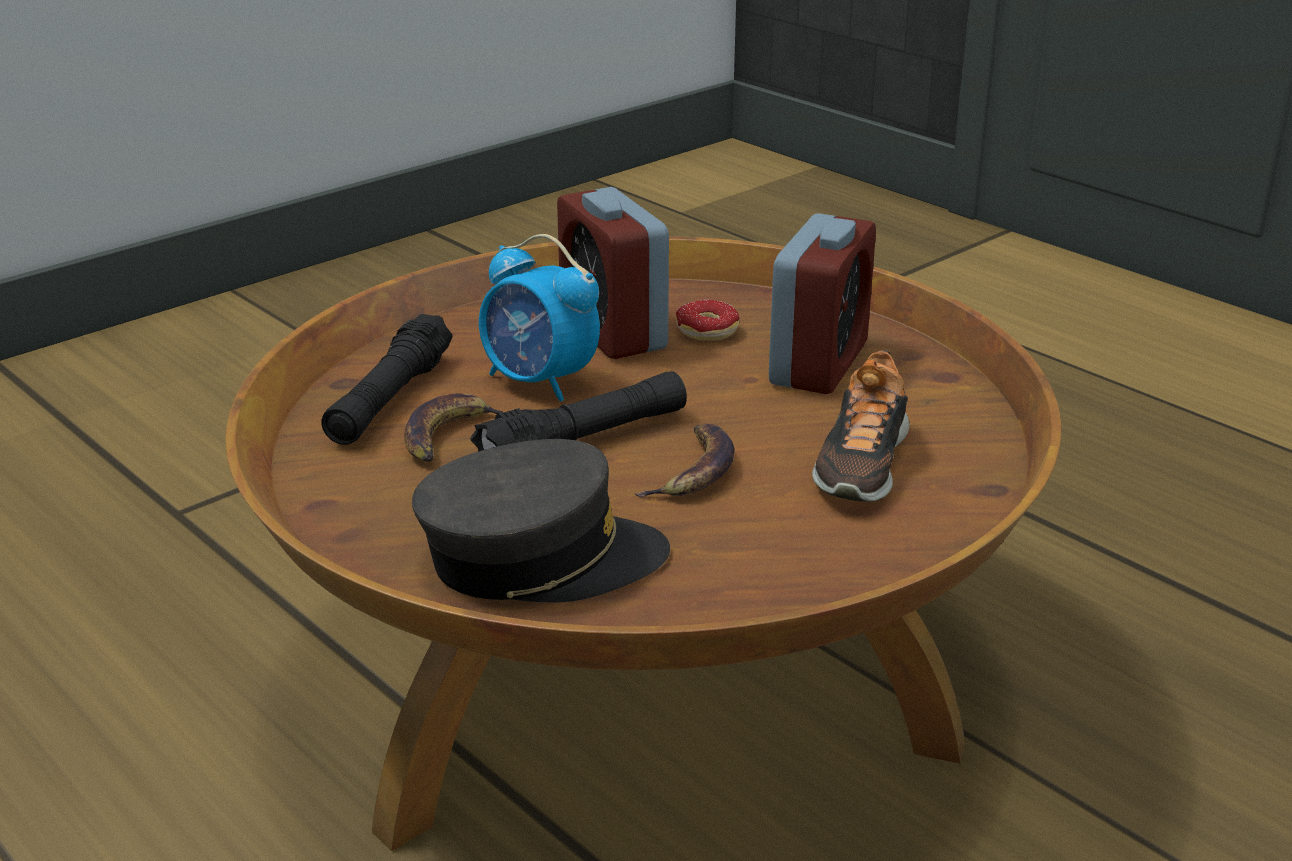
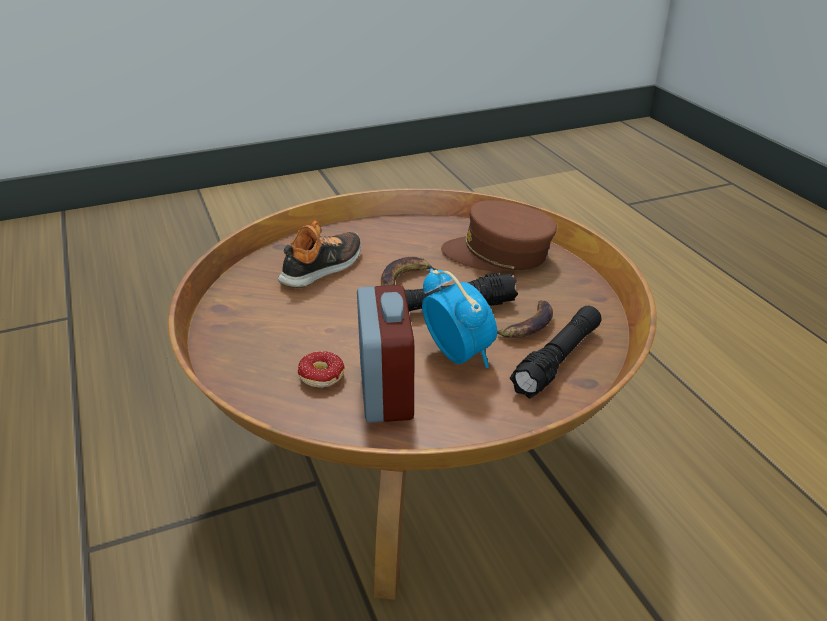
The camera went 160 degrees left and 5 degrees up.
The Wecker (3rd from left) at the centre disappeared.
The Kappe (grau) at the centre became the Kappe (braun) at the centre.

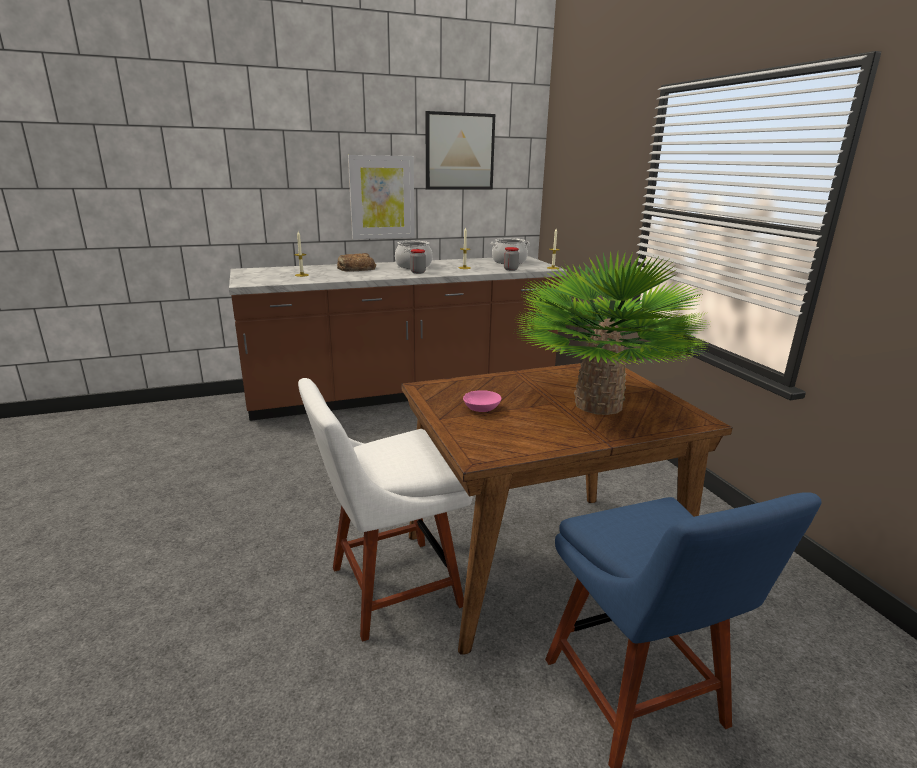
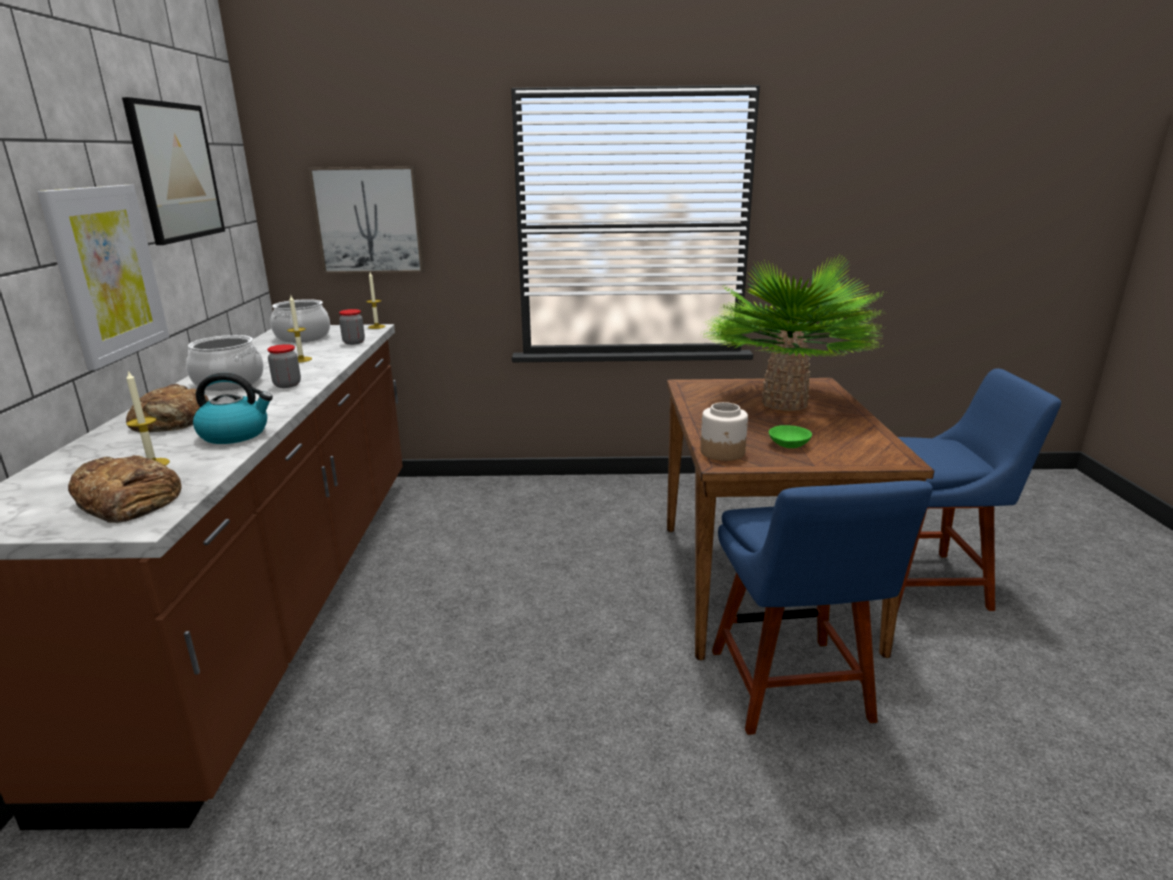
The camera went 70 degrees left and 0 degrees up.
The Stuhl (weiß) at the centre became the Stuhl (blau) (1st from left) at the bottom right.
The Schüssel (rosa) at the centre became the Schüssel (grün) at the middle right.
The Bild (3rd from left) at the top left appeared.
The Wasserkessel at the middle left appeared.
The Vorratsglas (3rd from left) at the centre appeared.
The Brot (1st from left) at the middle left appeared.

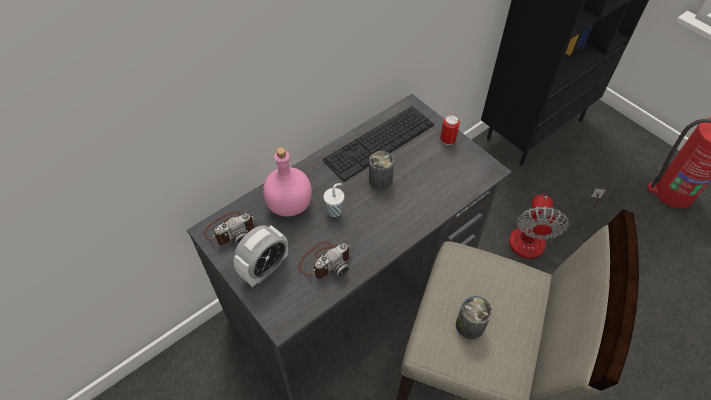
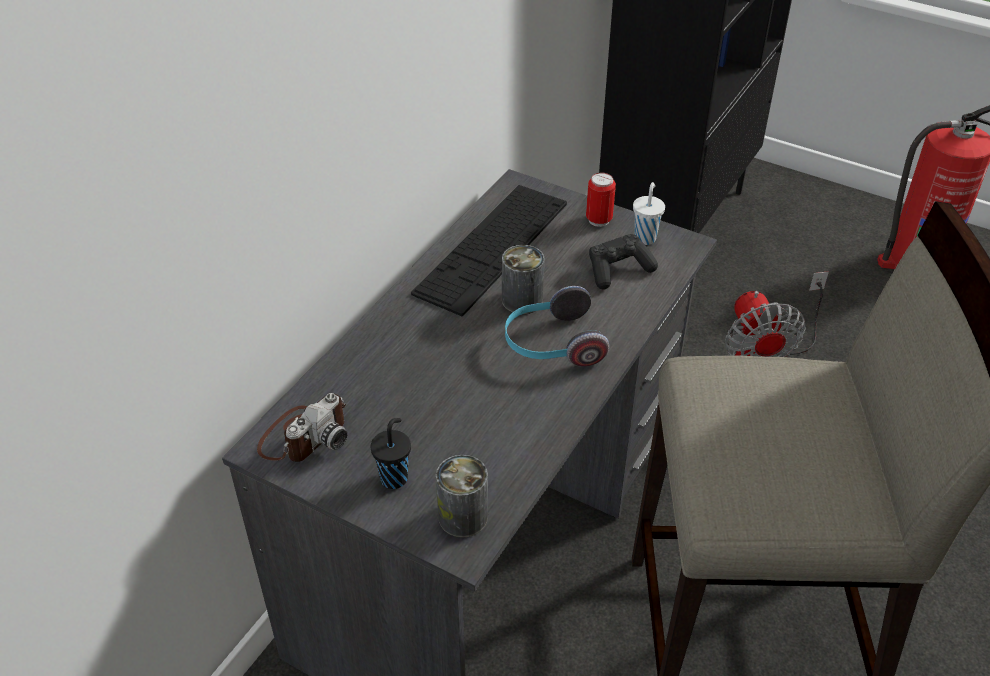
The camera went 20 degrees left and 10 degrees down.
The Flasche (rosa) at the centre disappeared.
The Tasse (weiß) moved from the centre to the top centre.
The Wecker at the centre was replaced by the Tasse (schwarz) at the bottom centre.
The Kamera (2nd from left) at the centre disappeared.
The Dose (3rd from left in the first image) moved from the bottom right to the bottom centre.
The Gamepad (schwarz) at the centre appeared.
The Kopfhörer at the centre appeared.

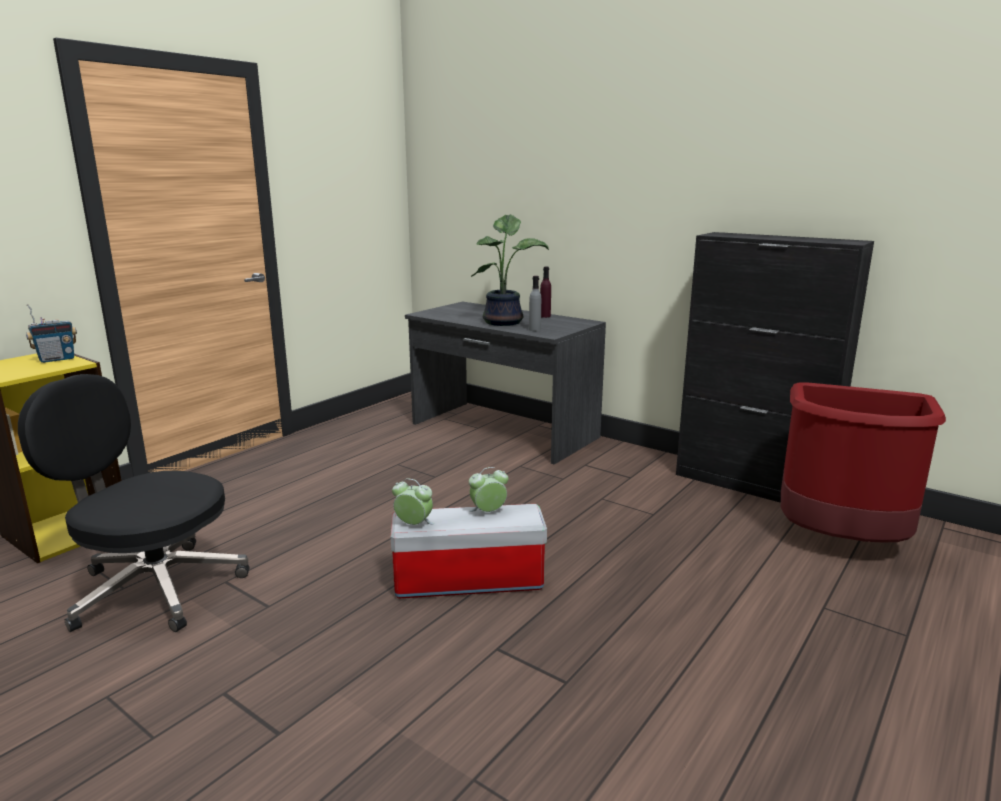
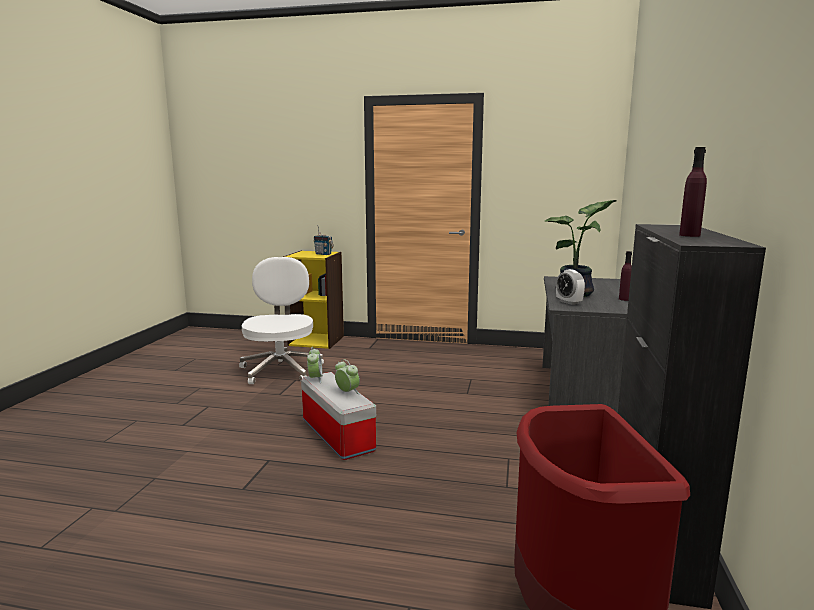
The camera went 65 degrees right and 5 degrees down.
The Flasche (grau) at the centre was replaced by the Wecker (3rd from left) at the middle right.
The Bürostuhl (schwarz) at the middle left became the Bürostuhl (weiß) at the centre.
The Flasche (lila) (2nd from left) at the top right appeared.

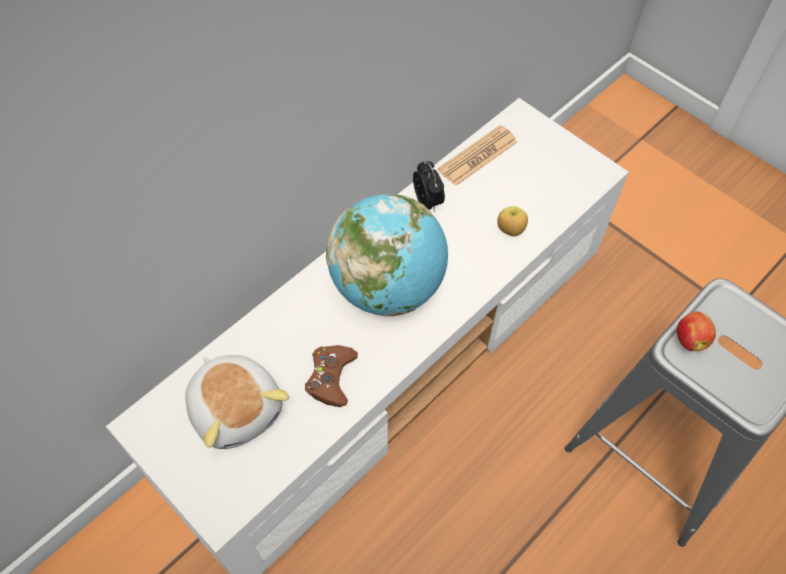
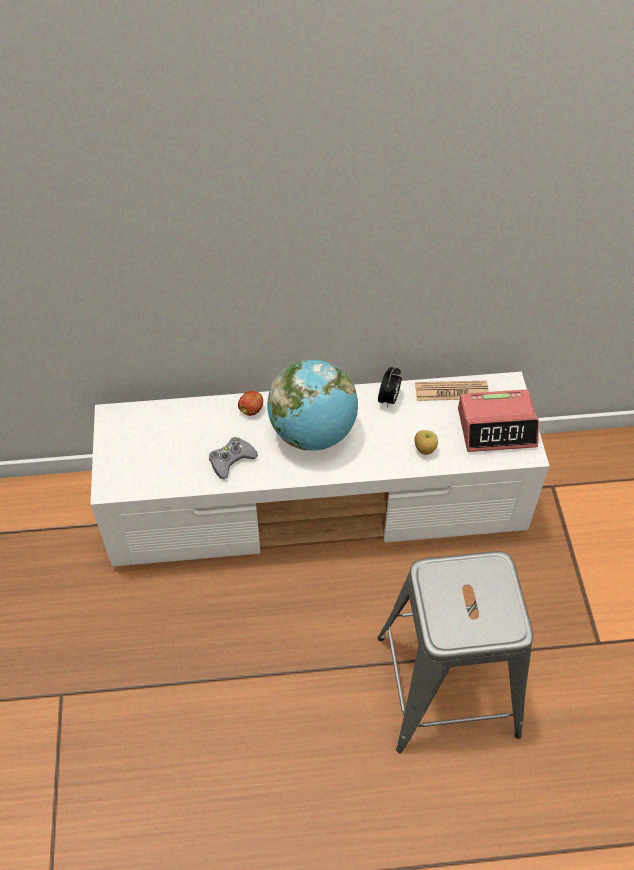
The camera went 40 degrees right and 5 degrees down.
The Apfel (2nd from left in the first image) moved from the middle right to the centre.
The Gamepad (braun) at the centre became the Gamepad (grau) at the centre.
The Plüschtier at the bottom left disappeared.
The Wecker (2nd from left) at the middle right appeared.

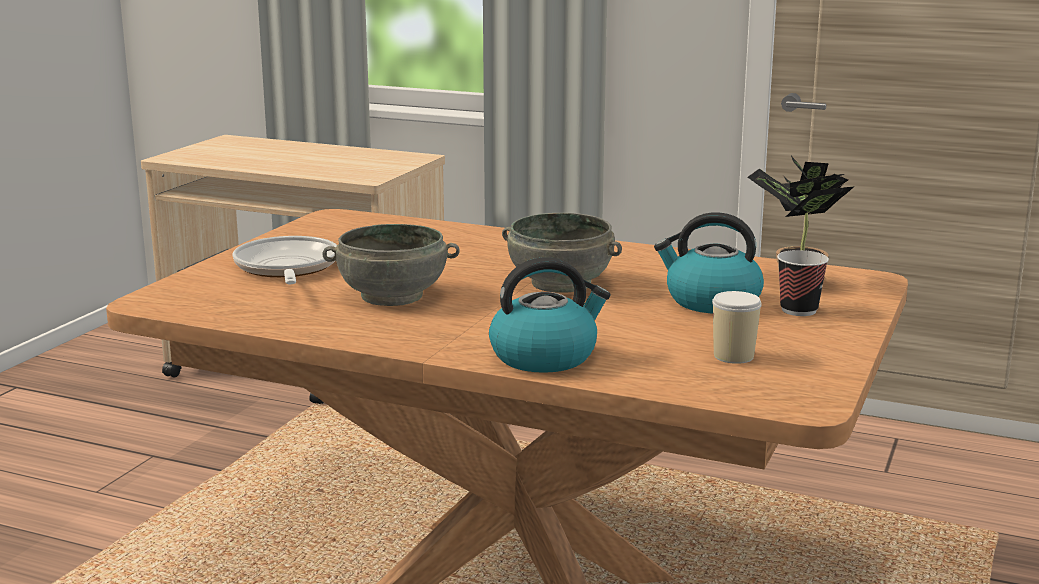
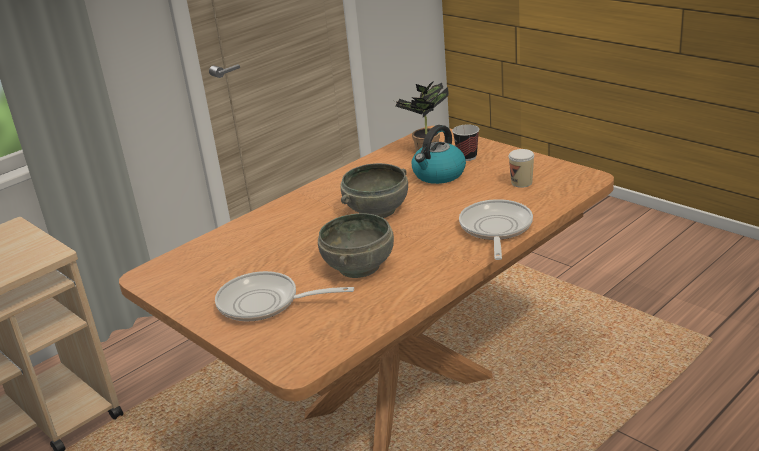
The camera went 65 degrees left and 10 degrees up.
The Wasserkessel (1st from left) at the centre was replaced by the Pfanne (2nd from left) at the centre.

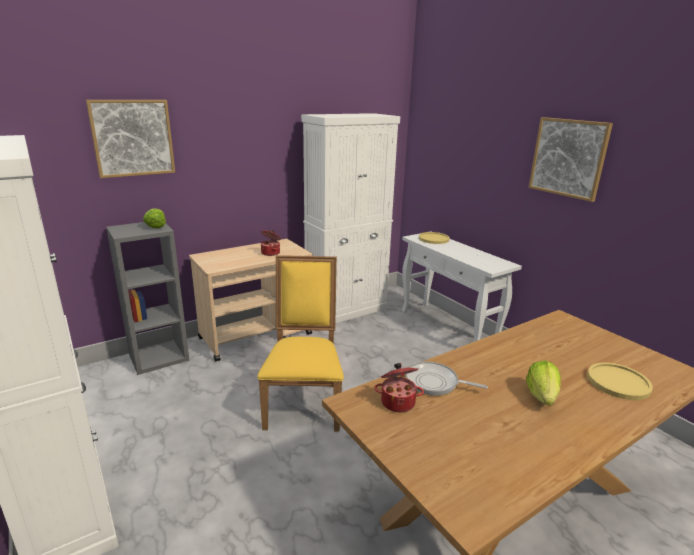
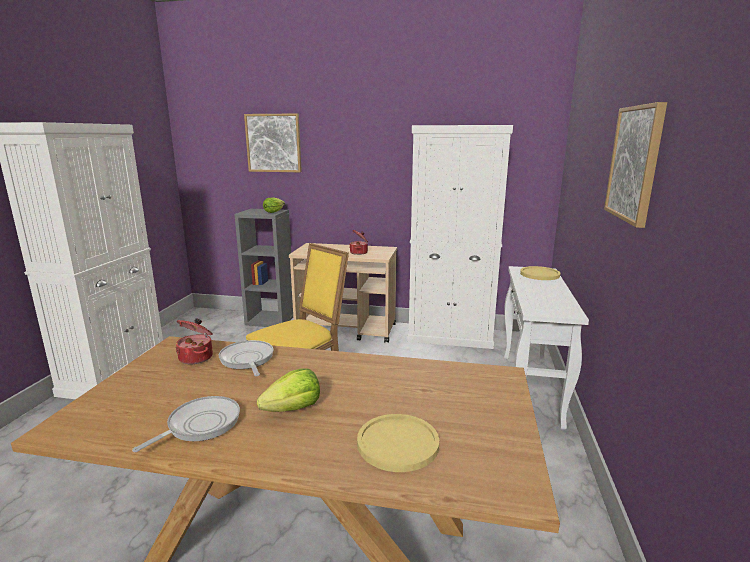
The camera went 45 degrees right and 5 degrees down.
The Pfanne (1st from left) at the bottom left appeared.

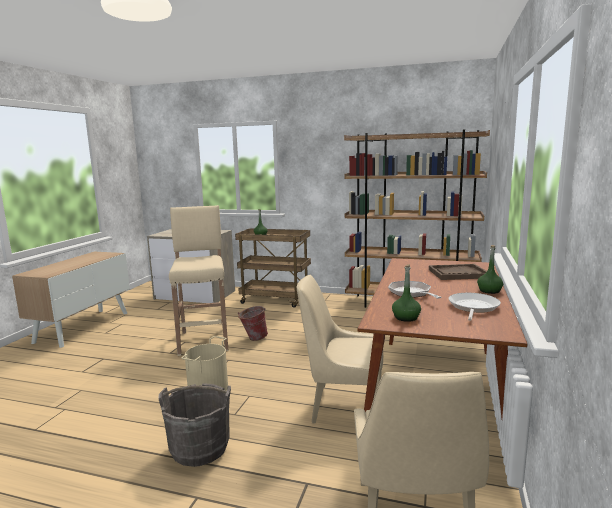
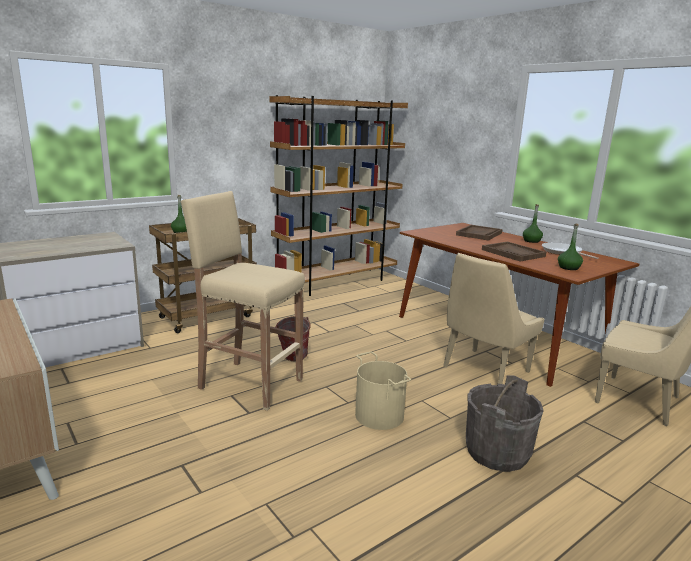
The camera went 55 degrees left and 5 degrees up.
The Pfanne (1st from left) at the middle right was replaced by the Tablett (braun) (2nd from left) at the middle right.

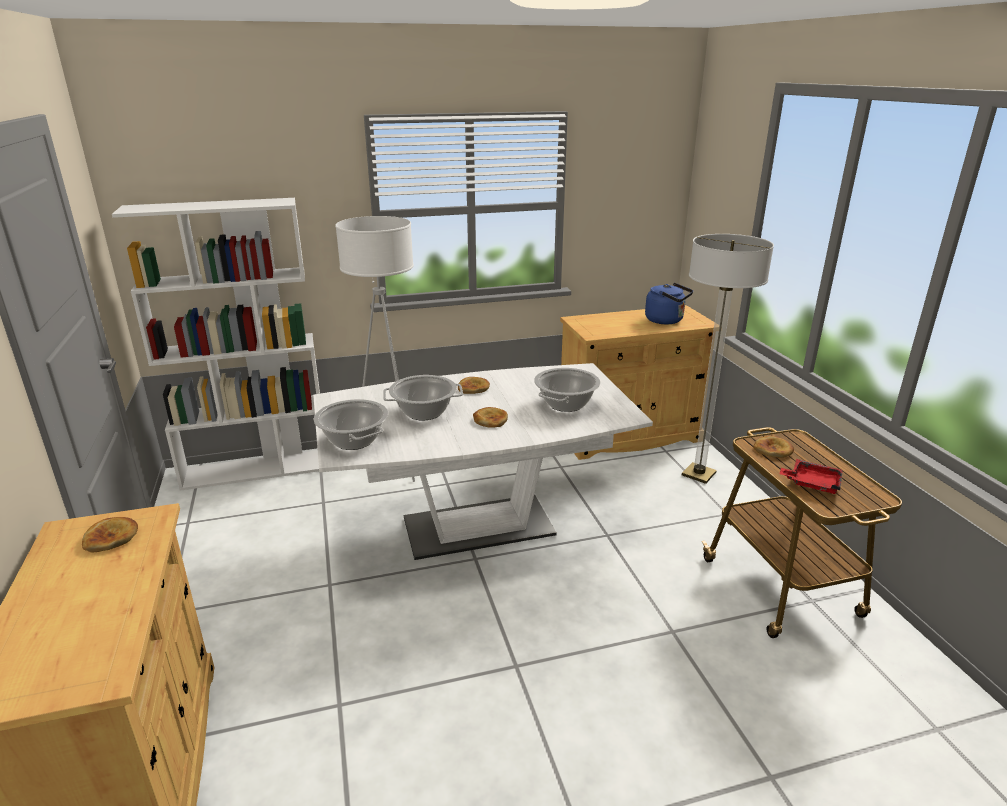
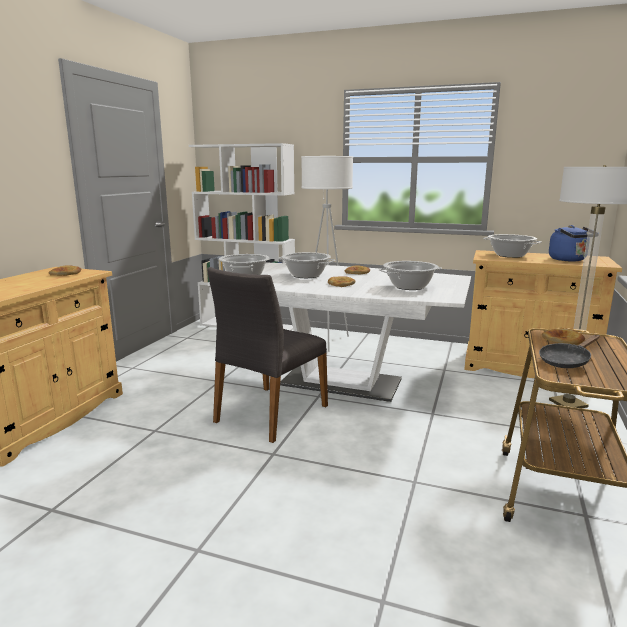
The camera went 35 degrees right and 10 degrees down.
The Tablett (rot) at the middle right was replaced by the Pfanne (schwarz) at the middle right.
The Kochtopf (4th from left) at the middle right appeared.
The Stuhl (grau) at the centre appeared.

